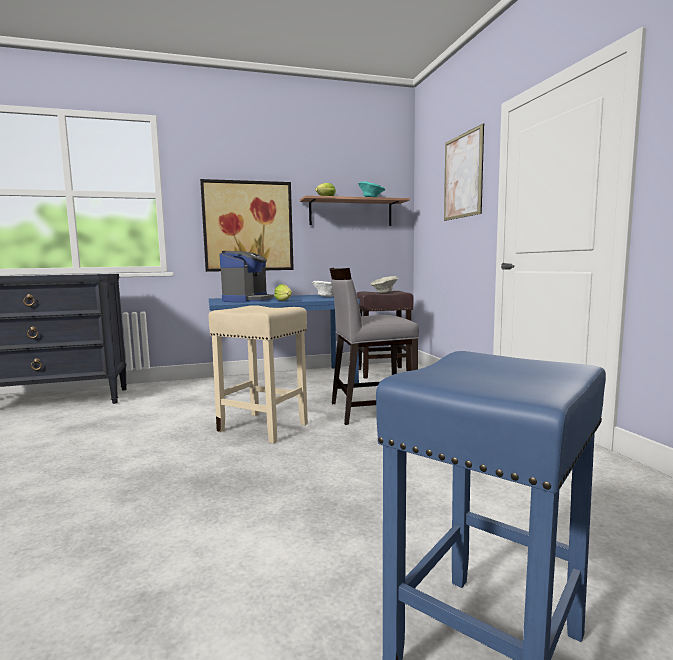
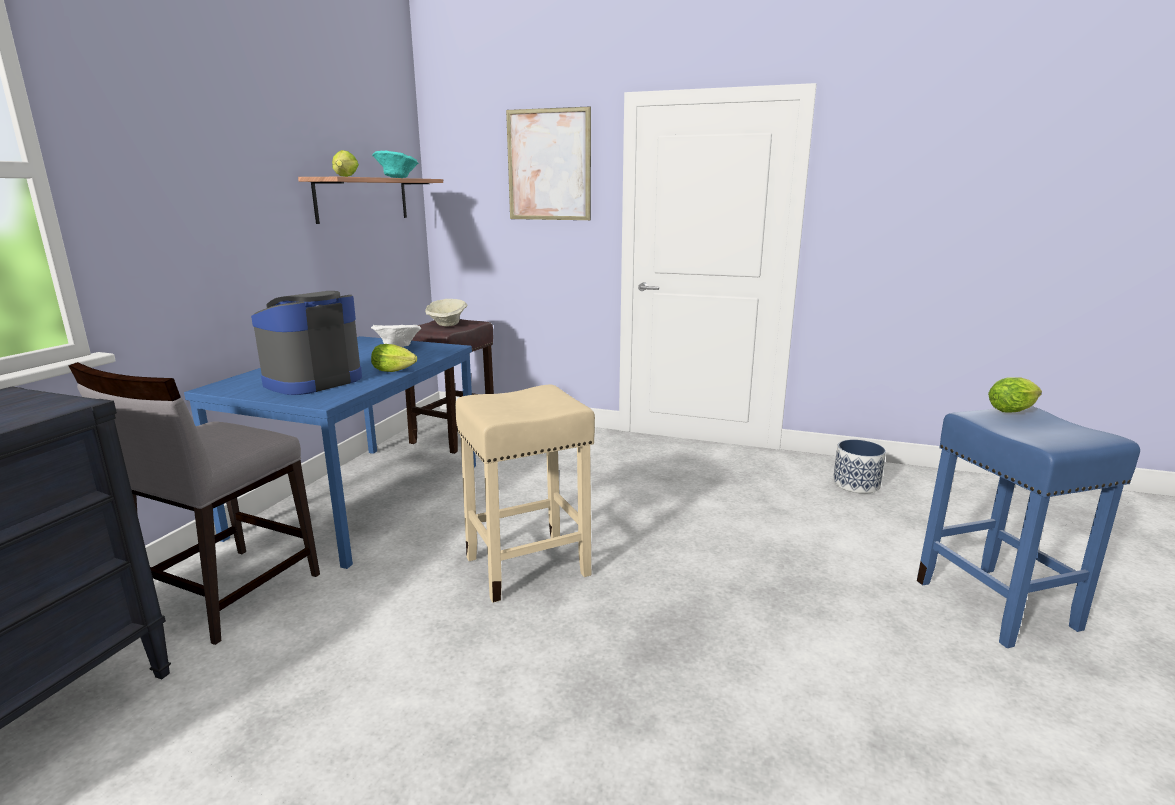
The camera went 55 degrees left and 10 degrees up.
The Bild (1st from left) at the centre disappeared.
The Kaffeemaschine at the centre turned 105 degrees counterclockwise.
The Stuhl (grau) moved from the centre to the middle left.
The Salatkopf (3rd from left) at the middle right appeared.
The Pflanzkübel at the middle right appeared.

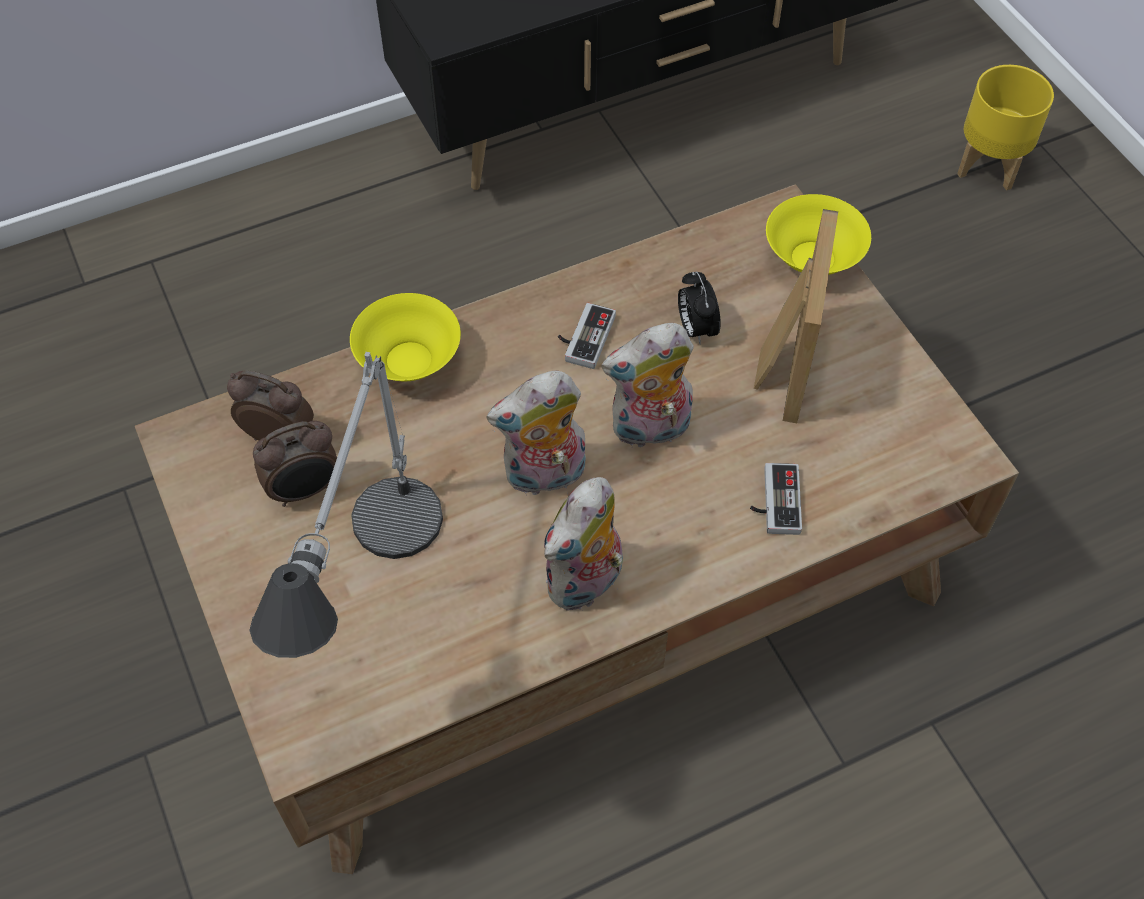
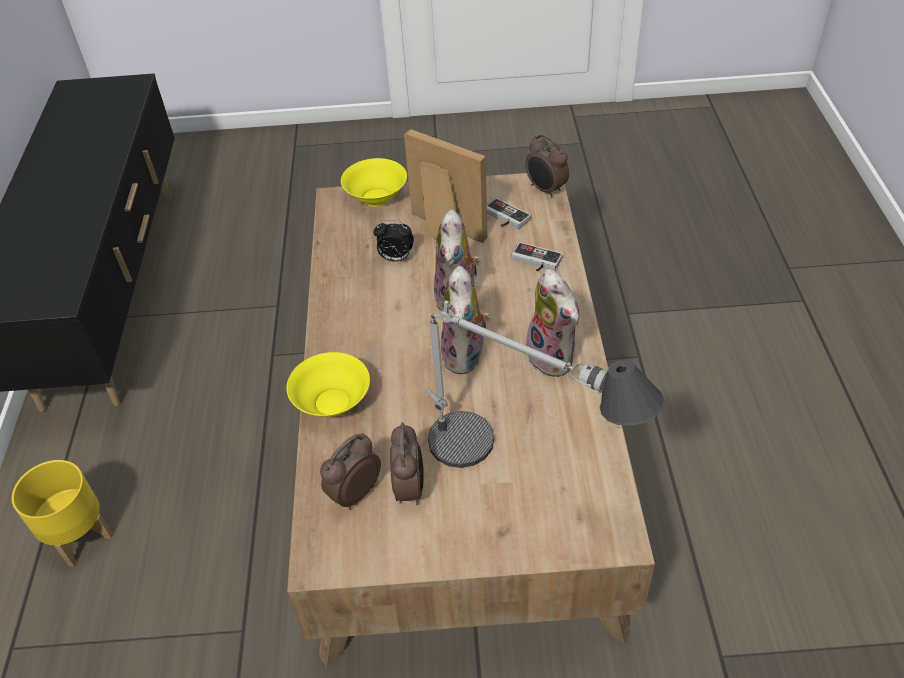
The camera went 65 degrees left and 10 degrees down.
The Pflanzkübel (gelb) moved from the top right to the bottom left.
The Gamepad (1st from left) moved from the centre to the top centre.
The Wecker (4th from left) at the top centre appeared.

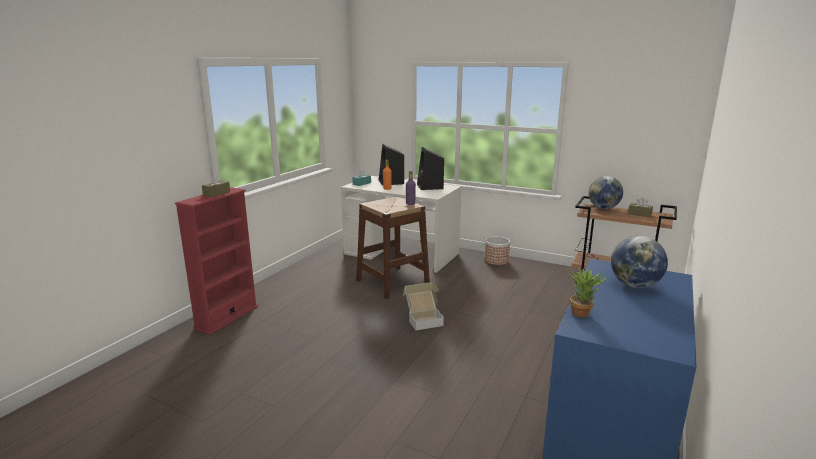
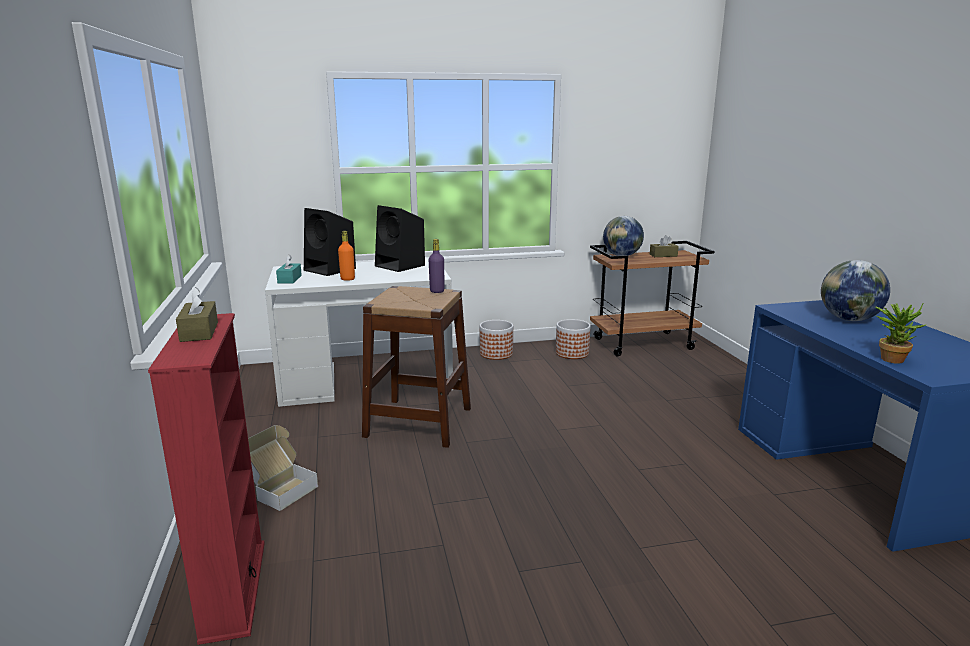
The camera went 40 degrees left and 0 degrees up.
The Karton moved from the bottom centre to the bottom left.
The Pflanzkübel (2nd from left) at the centre appeared.

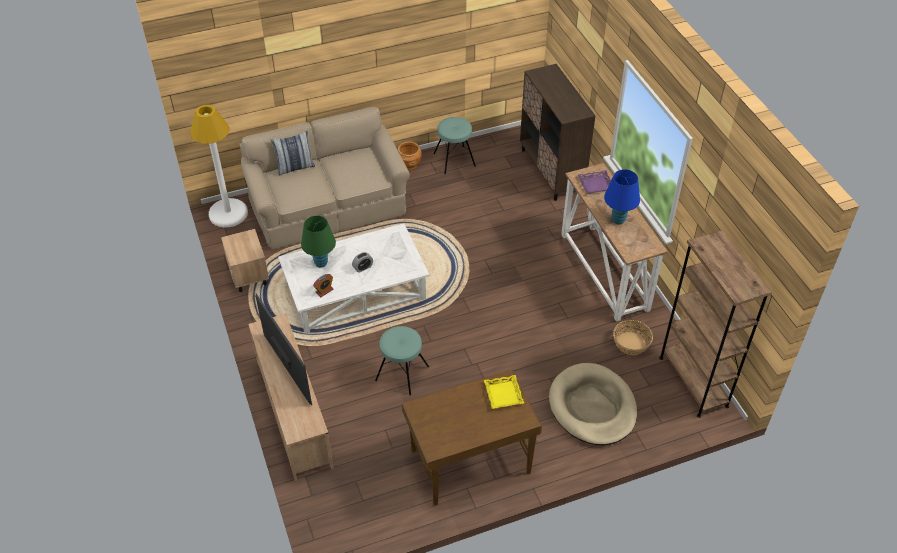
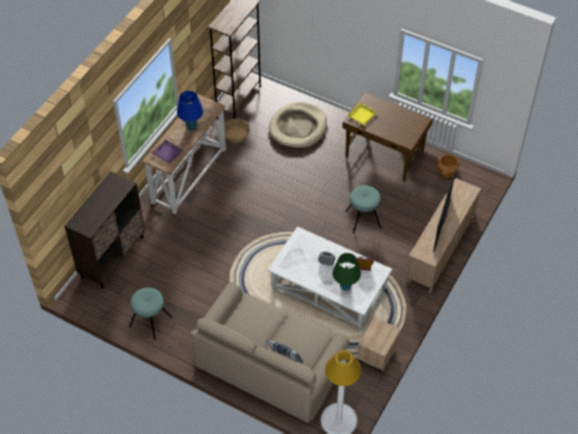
The camera went 130 degrees left and 5 degrees up.
The Pflanzkübel (braun) moved from the top centre to the middle right.

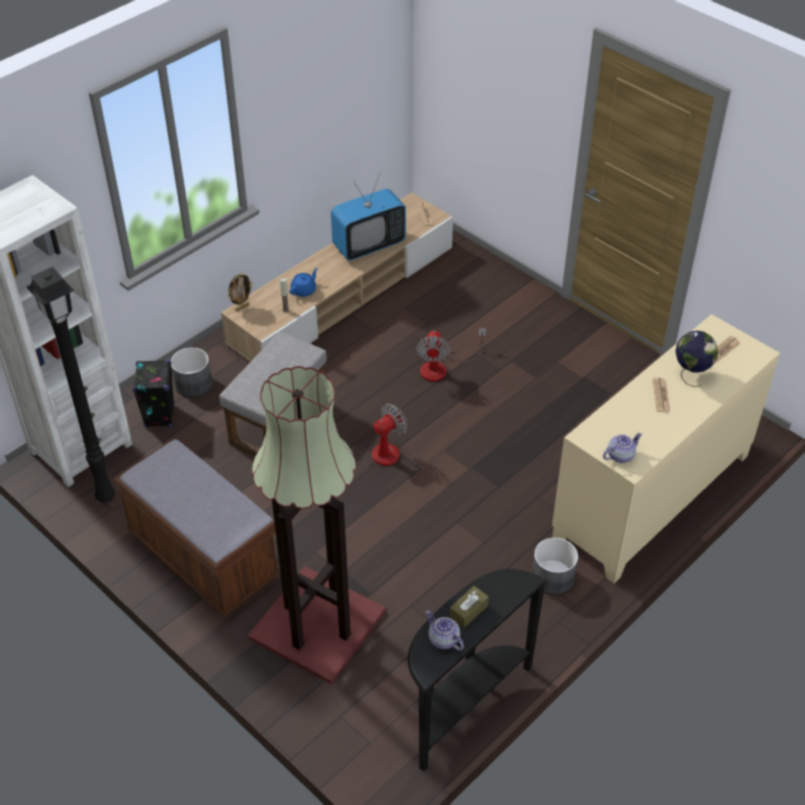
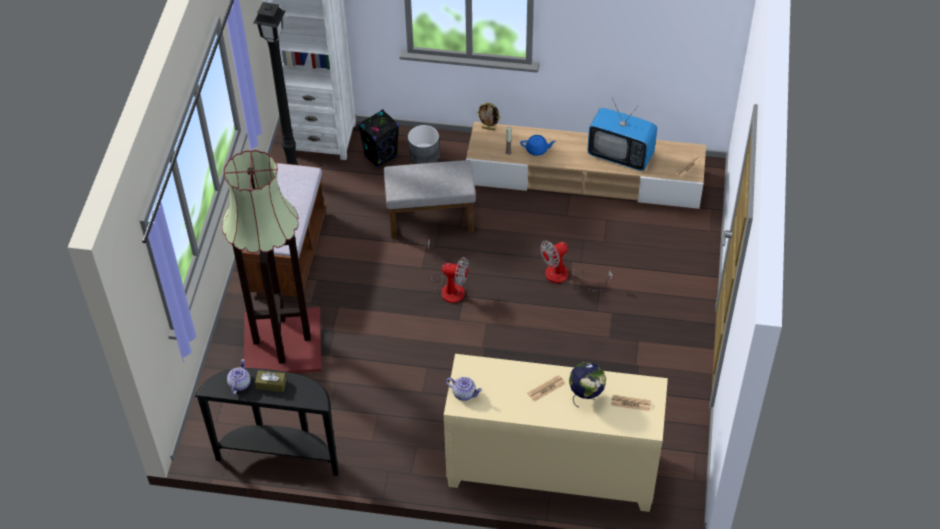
The camera went 55 degrees right and 5 degrees up.
The Pflanzkübel (grau) (2nd from left) at the bottom right disappeared.

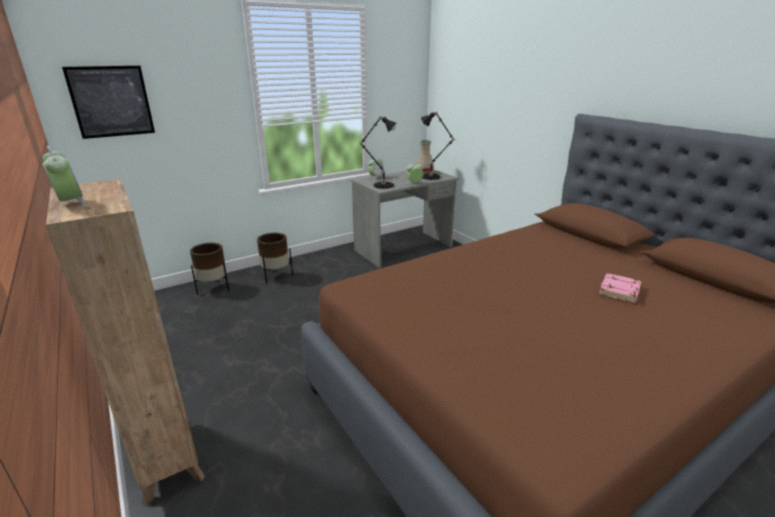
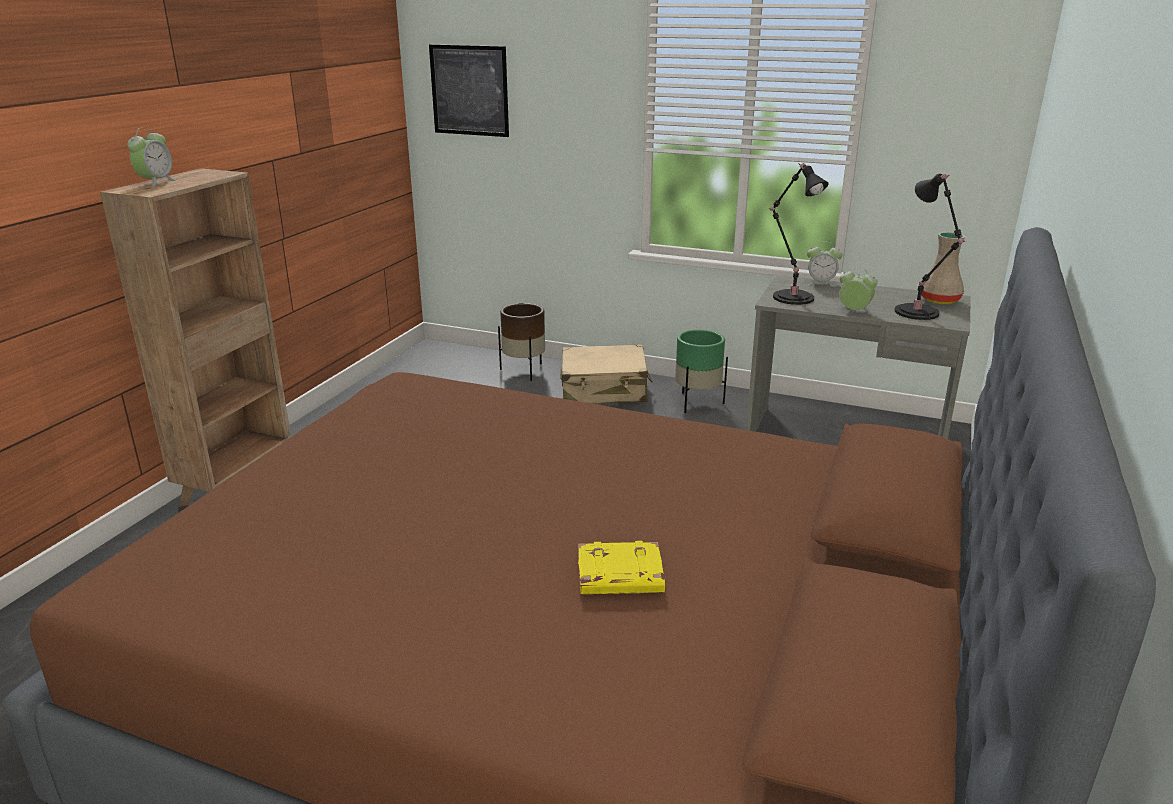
The camera went 55 degrees right and 0 degrees up.
The Pflanzkübel (braun) (2nd from left) at the centre was replaced by the Koffer (beige) at the centre.
The Buch (rosa) at the middle right became the Buch (gelb) at the bottom centre.
The Pflanzkübel (grün) at the centre appeared.

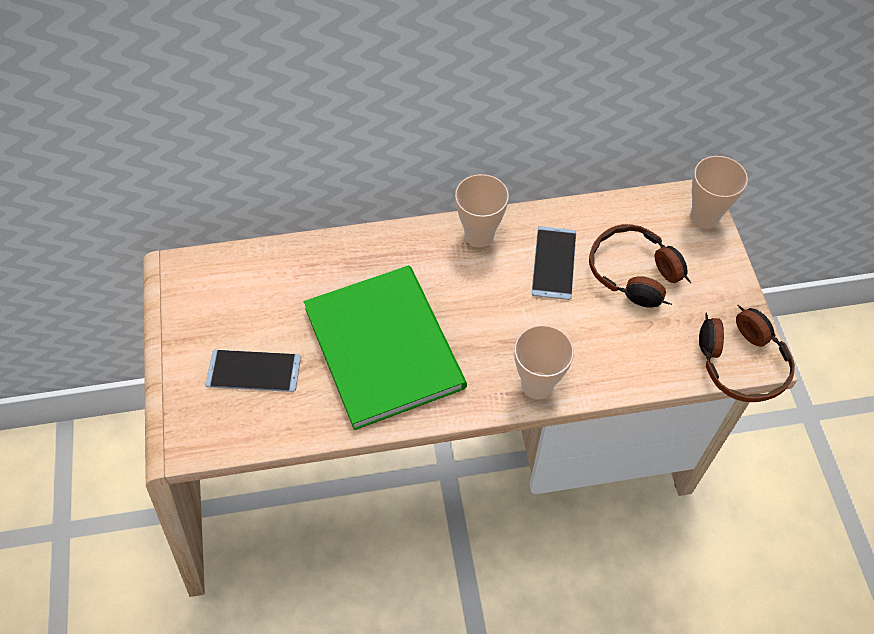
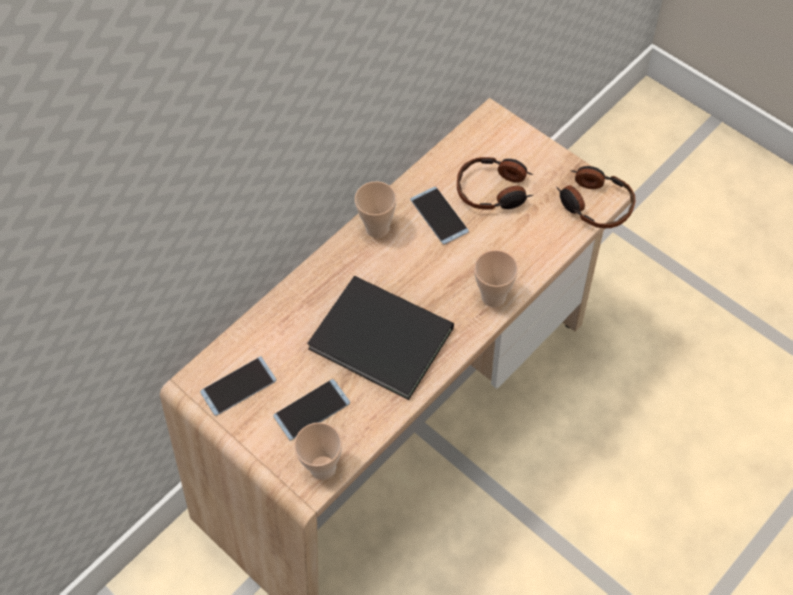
The camera went 35 degrees left and 0 degrees up.
The Tasse (3rd from left in the first image) moved from the top right to the bottom centre.
The Buch (grün) at the centre became the Buch (schwarz) at the centre.
The Handy (1st from left) at the middle left appeared.

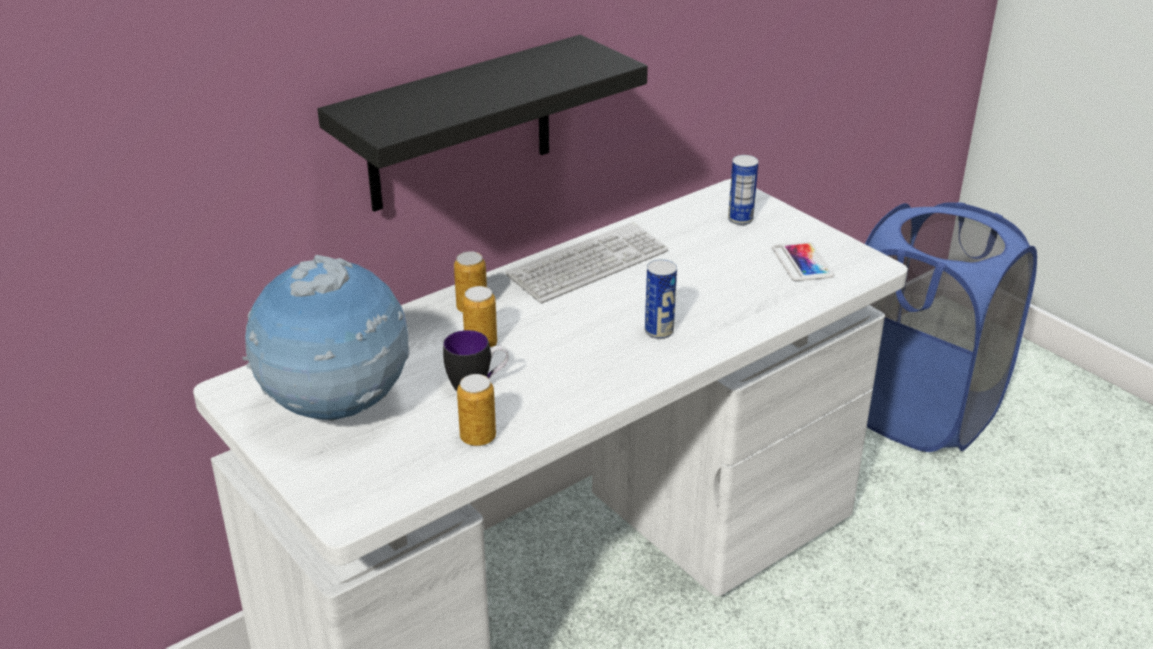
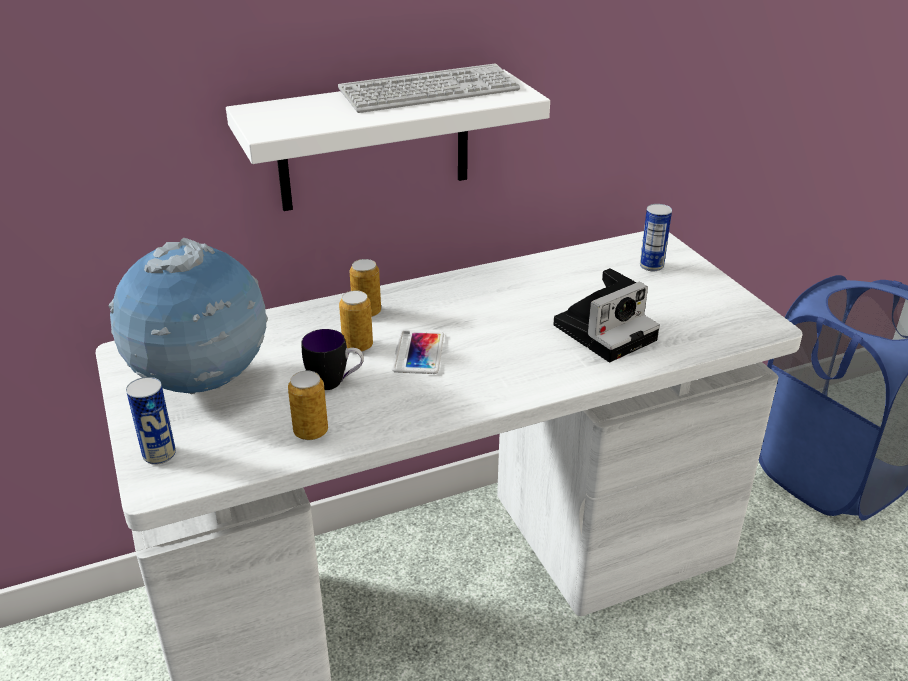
The camera went 15 degrees right and 0 degrees up.
The Wandregal (schwarz) at the top centre became the Wandregal (weiß) at the top centre.
The Tastatur moved from the centre to the top centre.
The Handy moved from the middle right to the centre.
The Dose (4th from left in the first image) moved from the centre to the middle left.
The Kamera at the middle right appeared.

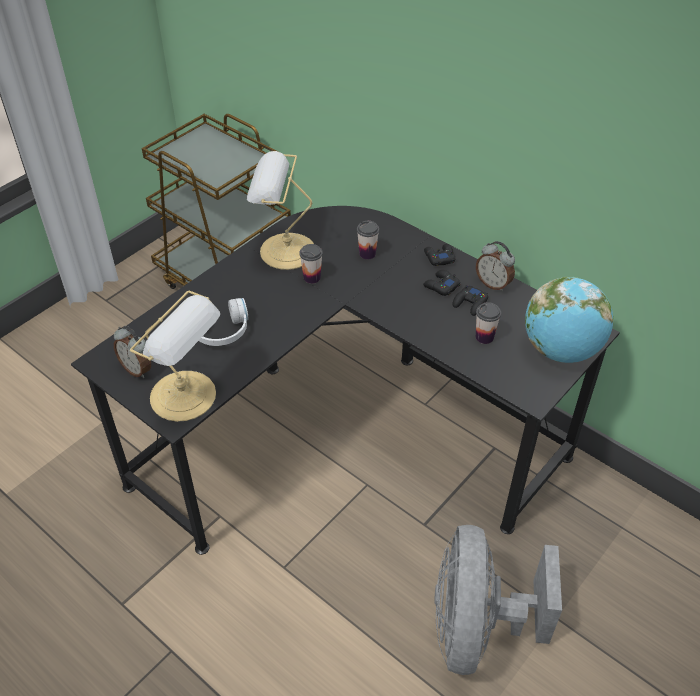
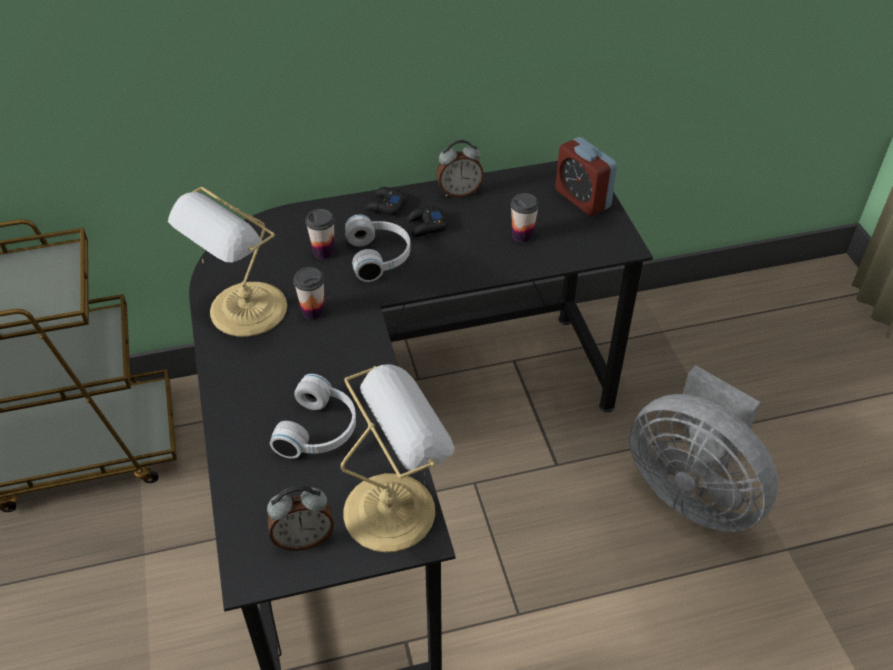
The camera went 55 degrees left and 0 degrees up.
The Globus at the middle right was replaced by the Wecker (3rd from left) at the top centre.
The Gamepad (schwarz) (3rd from left) at the middle right disappeared.
The Kopfhörer (weiß) (2nd from left) at the centre appeared.

